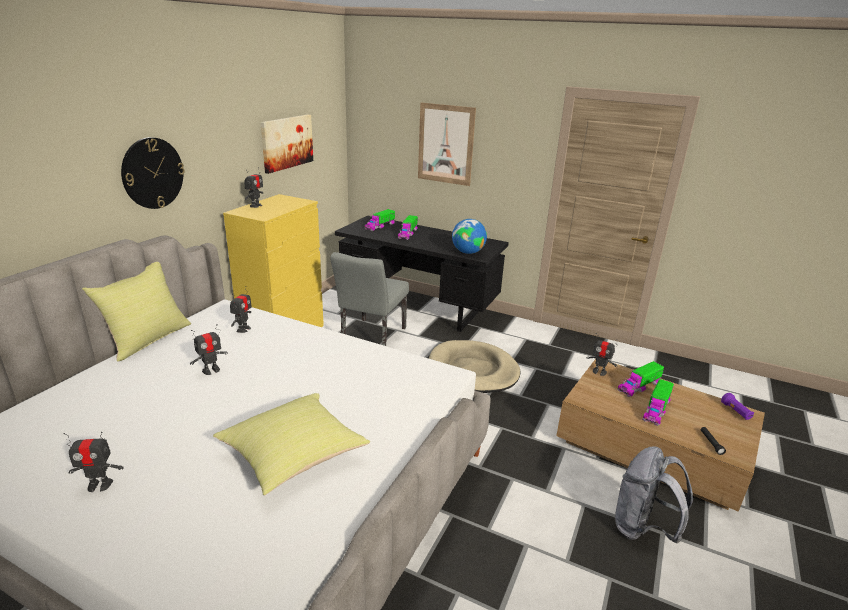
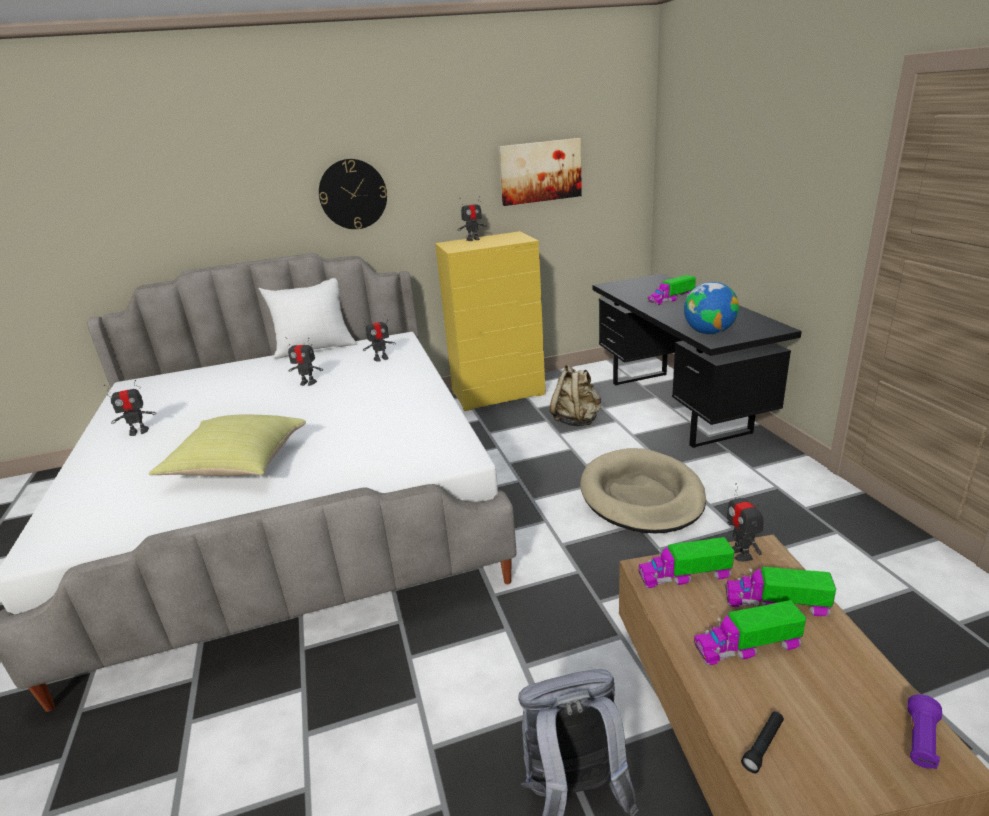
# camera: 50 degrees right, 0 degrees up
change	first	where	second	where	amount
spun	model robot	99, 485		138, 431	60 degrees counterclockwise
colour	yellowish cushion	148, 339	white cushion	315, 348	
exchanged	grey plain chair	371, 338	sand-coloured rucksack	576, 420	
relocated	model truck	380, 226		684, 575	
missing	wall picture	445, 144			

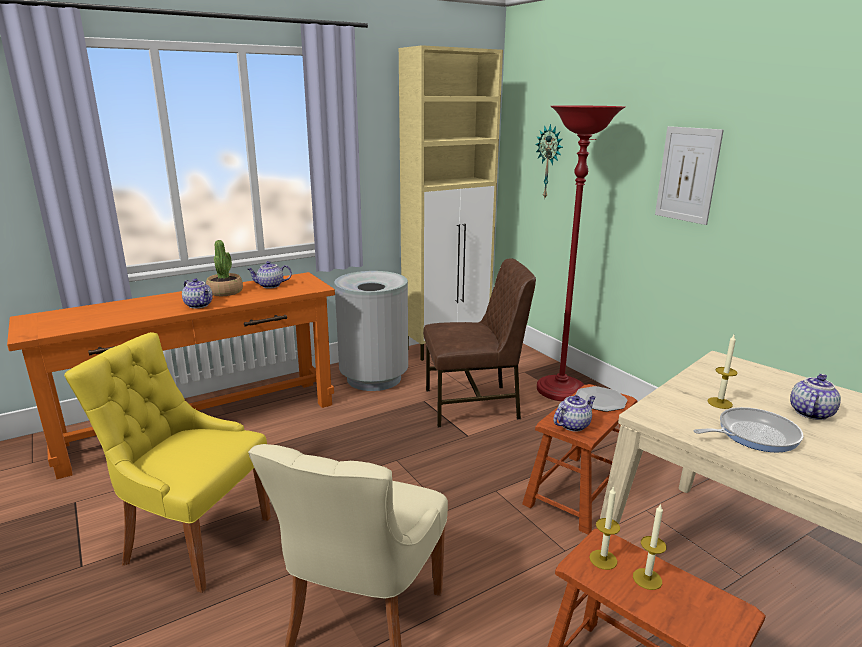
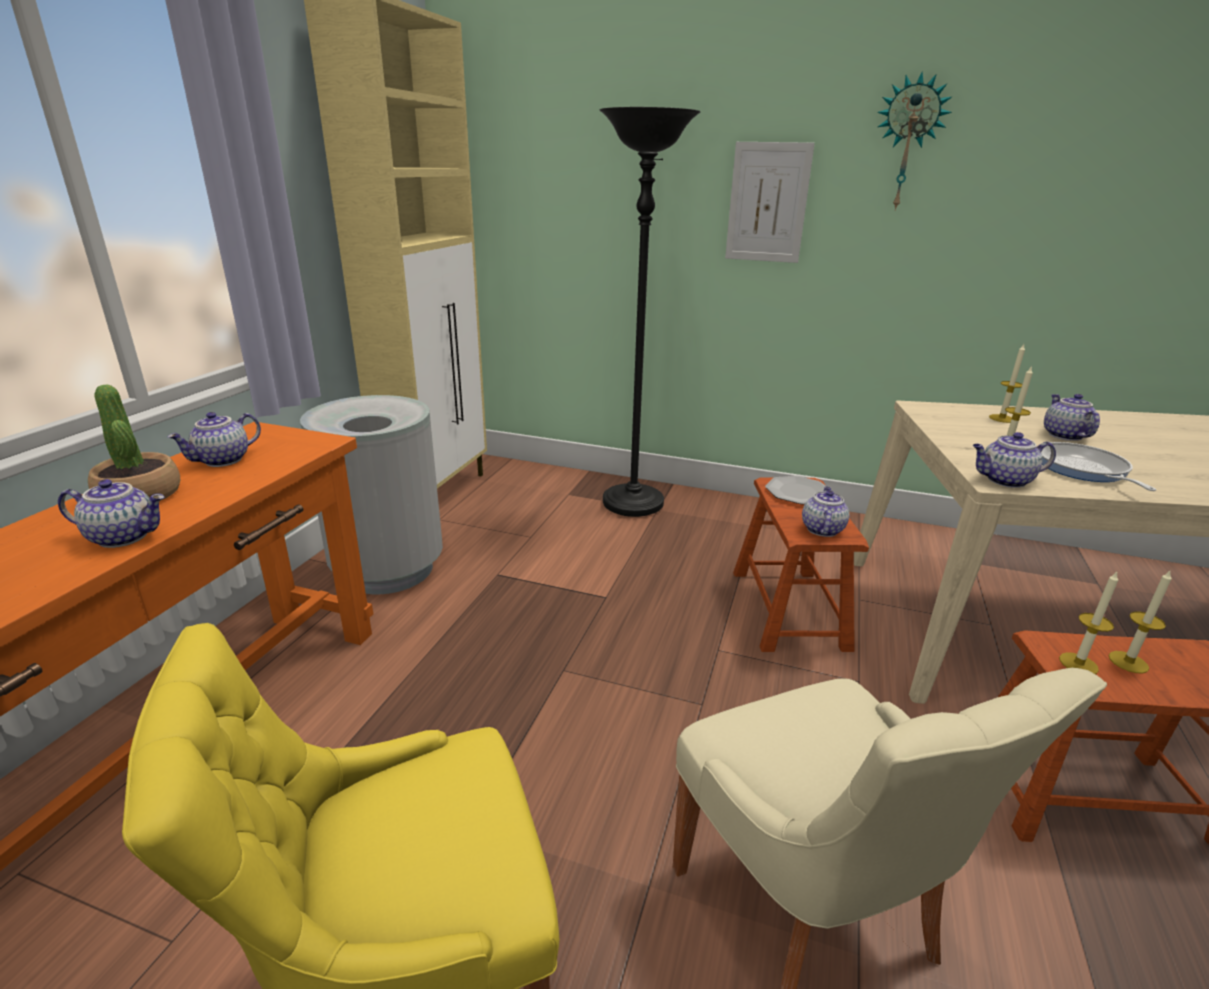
# camera: 40 degrees left, 5 degrees up
change	first	where	second	where	amount
missing	brown plain chair	473, 405			
relocated	clock on the wall	549, 162		907, 143	
colour	red-coloured floor lamp	560, 391	black-coloured floor lamp	633, 504	
spun	frying pan	753, 434		1083, 470	45 degrees counterclockwise
appeared			teapot	1004, 480	
appeared			wax light	1001, 418	

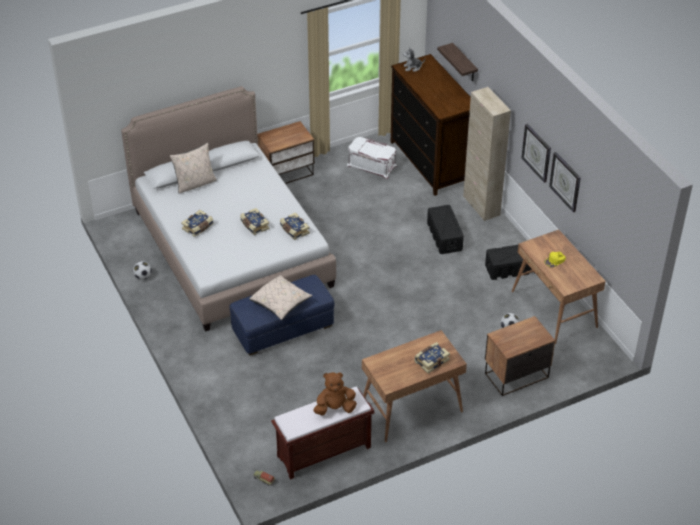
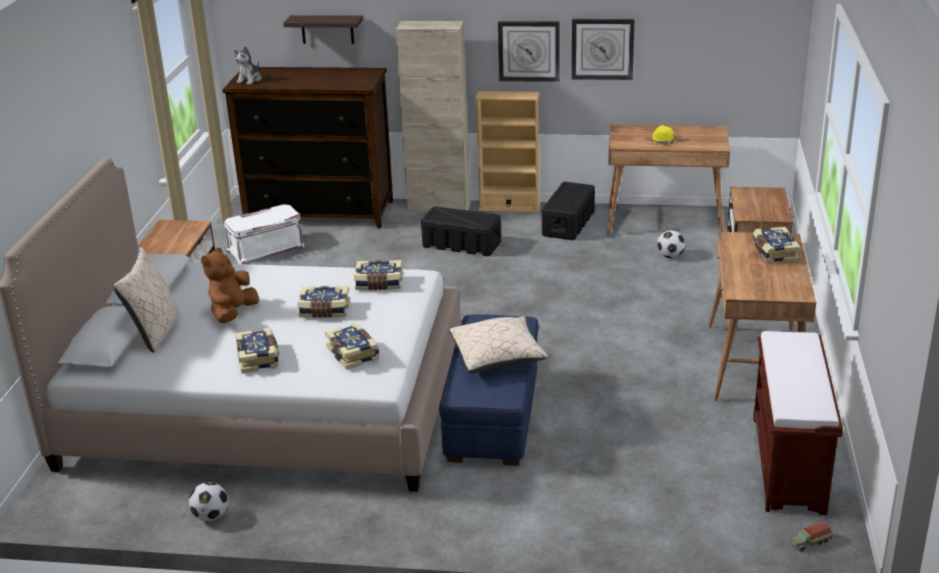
# camera: 55 degrees left, 15 degrees down
change	first	where	second	where	amount
relocated	brown plush toy	335, 408		233, 313	
appeared			bound book	354, 354	
appeared			sand-coloured bookshelf	509, 207	

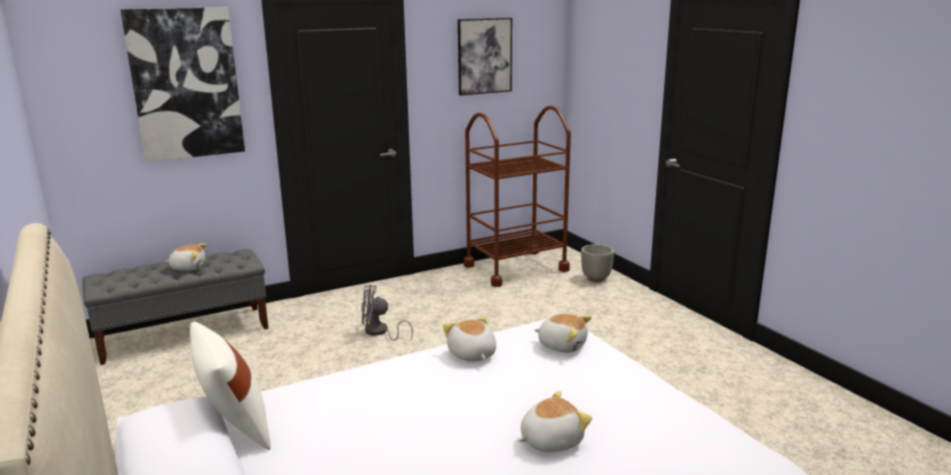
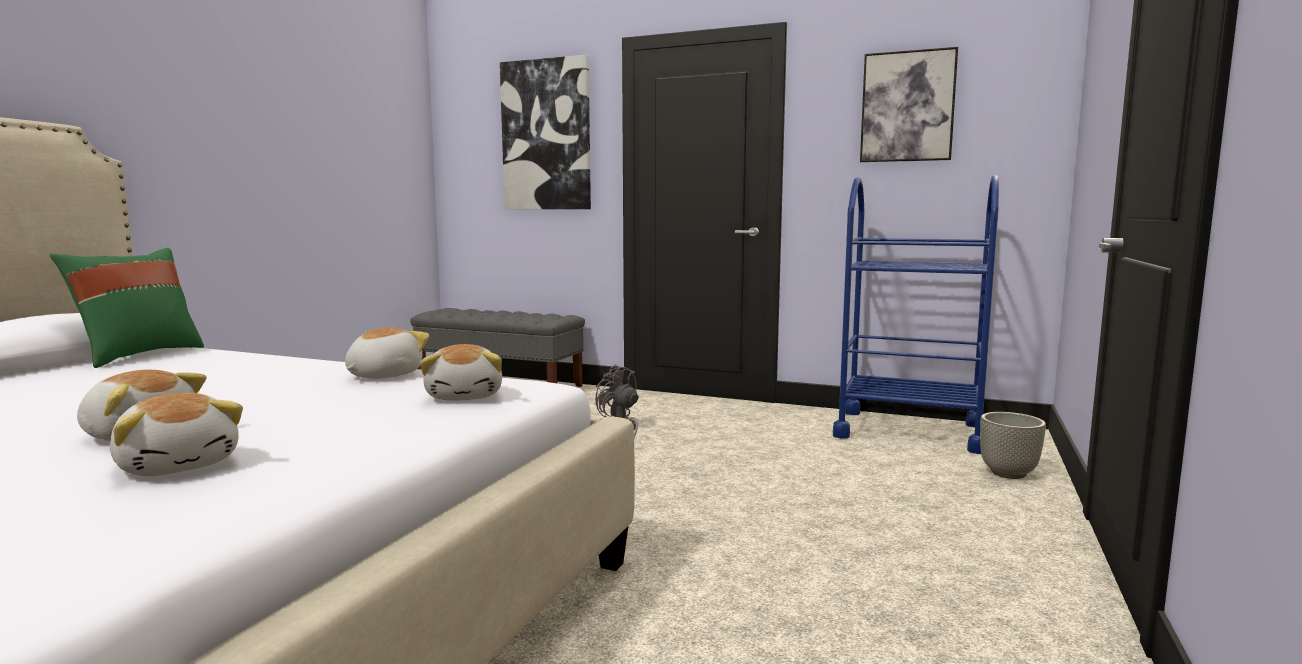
# camera: 50 degrees right, 10 degrees down
change	first	where	second	where	amount
relocated	plush toy	188, 267		180, 465	
colour	white cushion	235, 428	green cushion	138, 355	
colour	brown cart	515, 268	blue-coloured cart	909, 431	

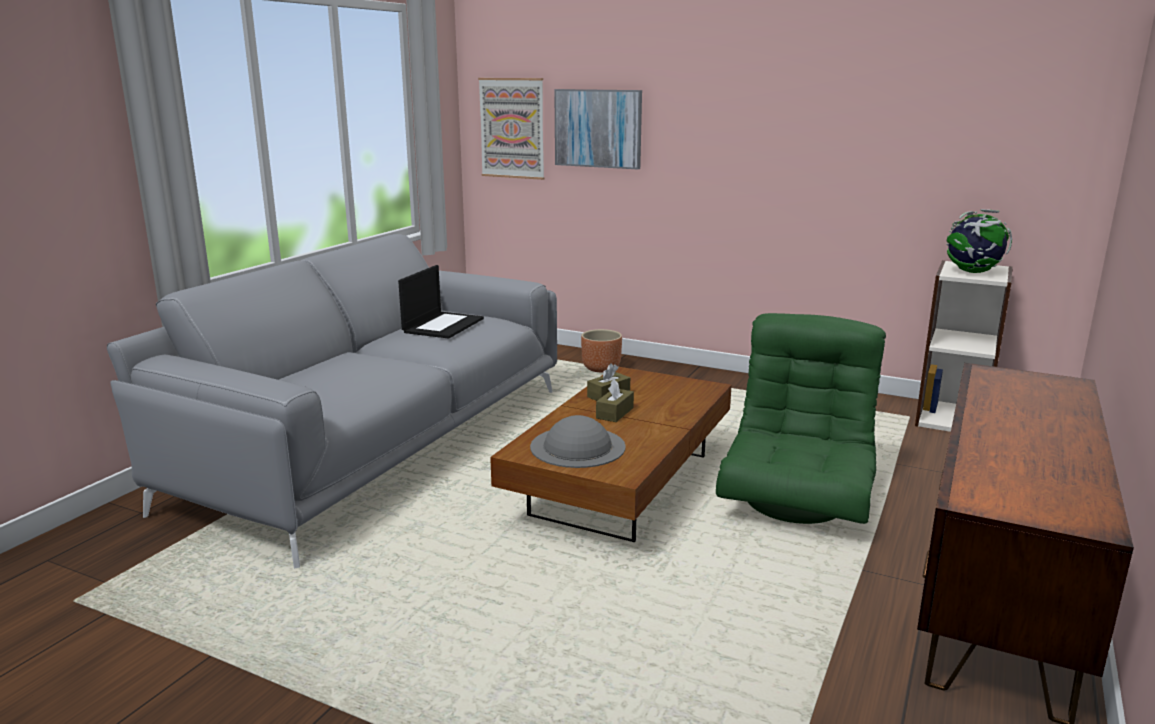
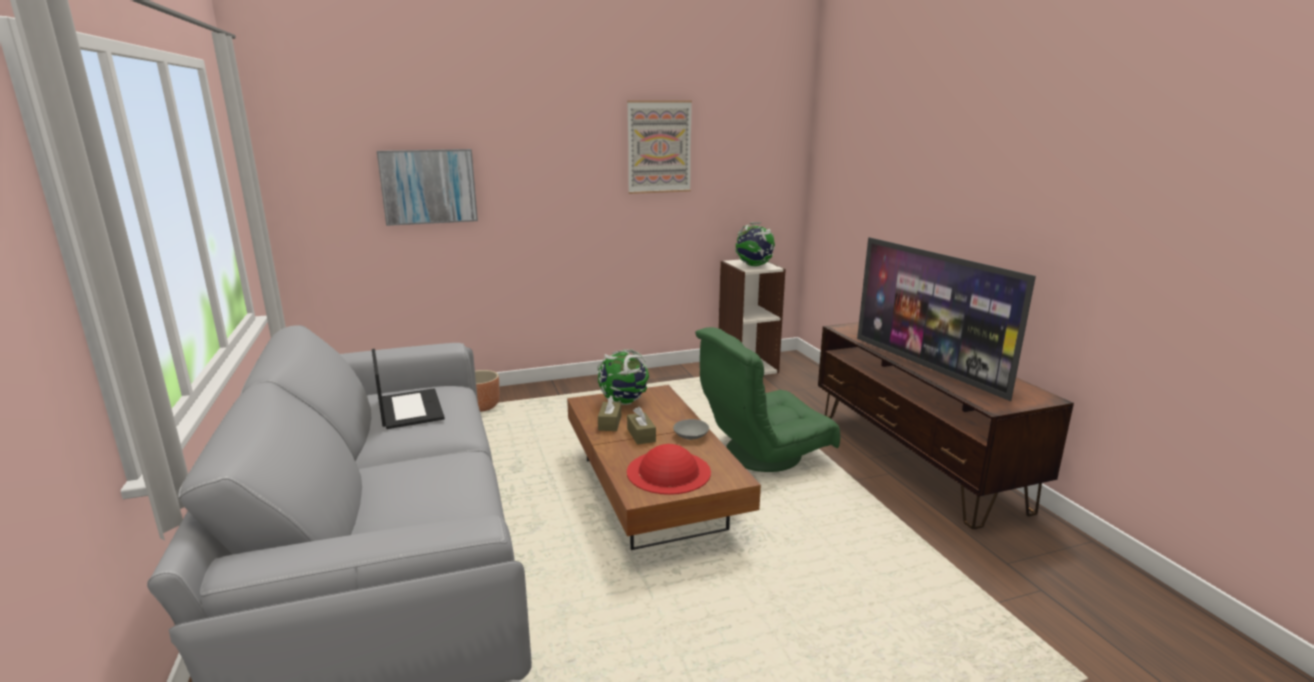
# camera: 45 degrees left, 0 degrees up
change	first	where	second	where	amount
relocated	wall picture	512, 128		659, 147	
colour	grey hat	578, 446	red-coloured hat	668, 471	
spun	green armchair	797, 501		762, 453	90 degrees counterclockwise
appeared			world globe	624, 402	
appeared			grey serving bowl	690, 436	
appeared			TV set	928, 366	

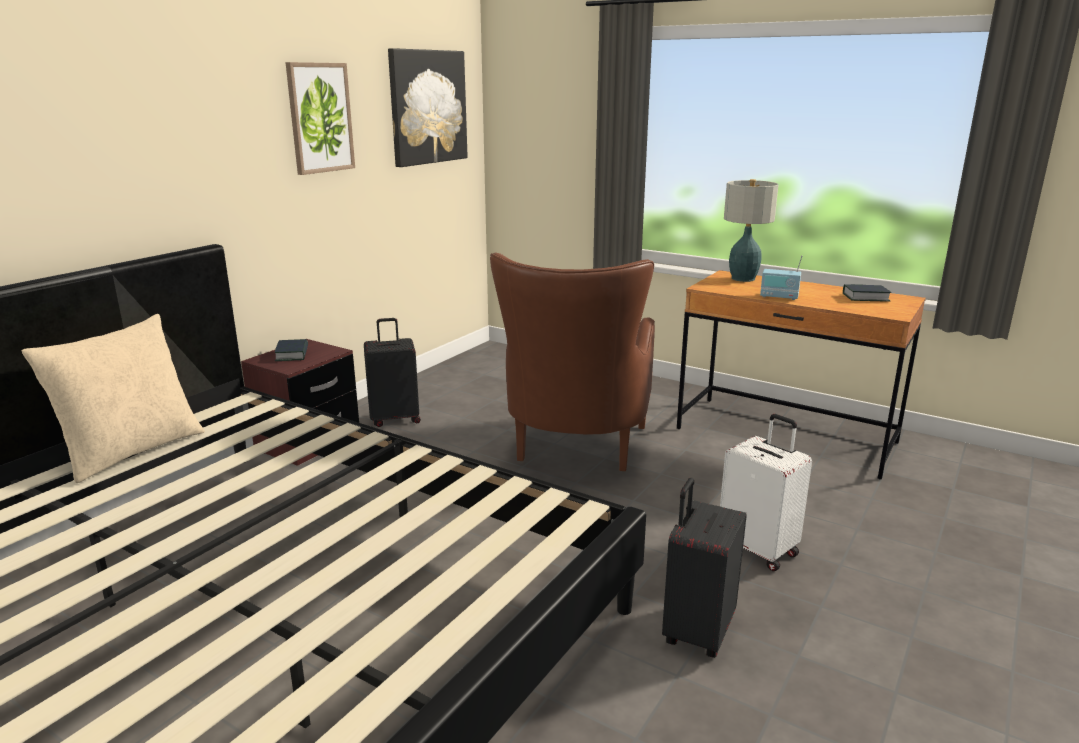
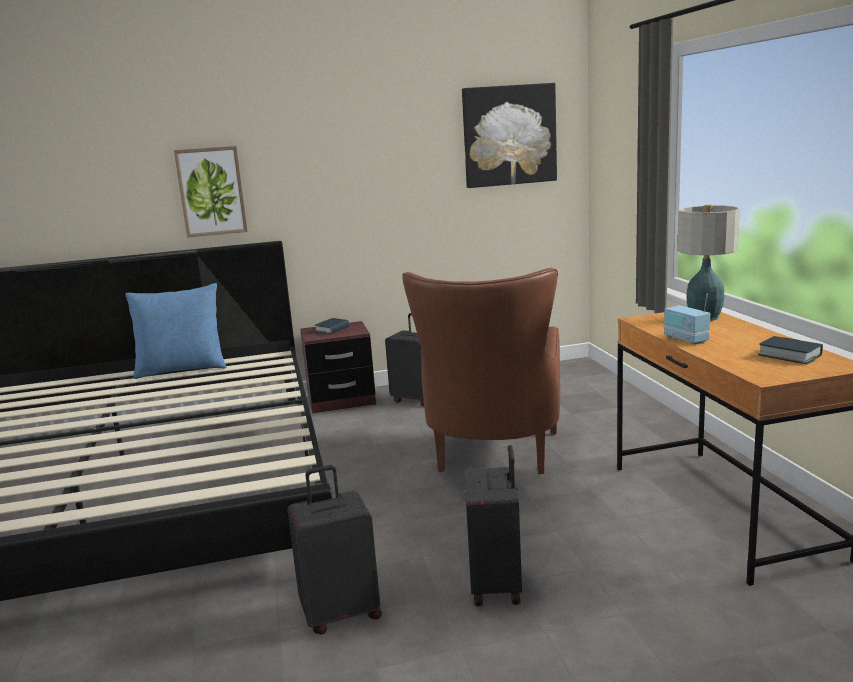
# camera: 45 degrees right, 5 degrees down
change	first	where	second	where	amount
colour	sand-coloured cushion	131, 451	blue-coloured cushion	182, 369	
relocated	wall picture	320, 118		211, 191	
spun	brown armchair	575, 453		493, 461	45 degrees counterclockwise
colour	white piece of luggage	759, 549	black-coloured piece of luggage	497, 586	

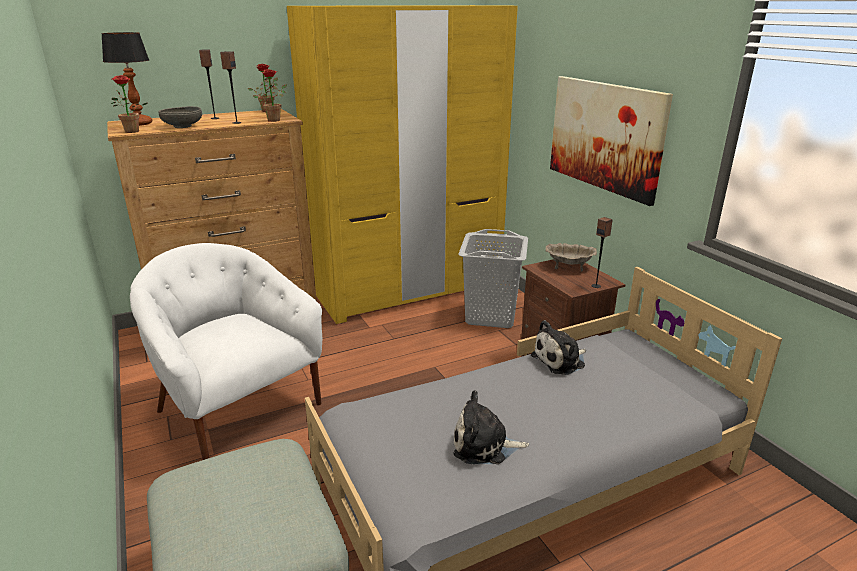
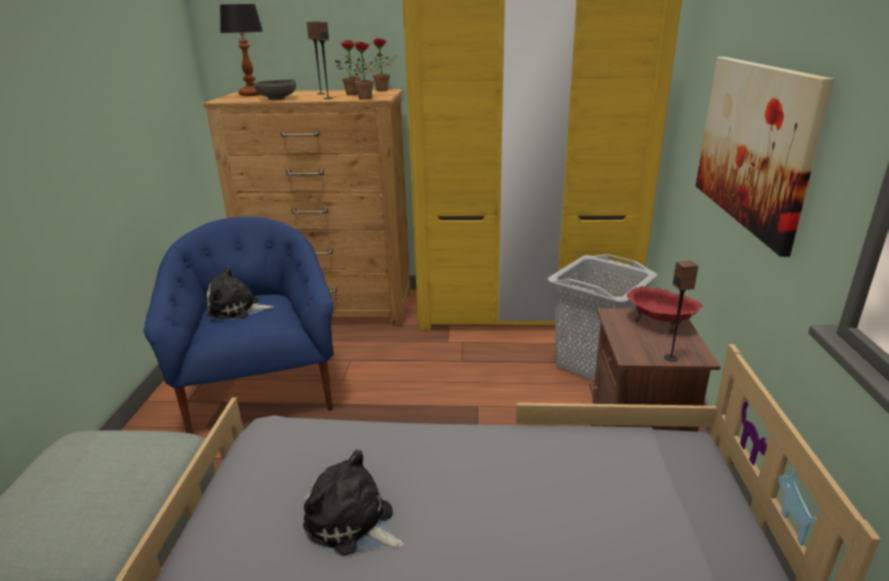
# camera: 30 degrees right, 0 degrees up
change	first	where	second	where	amount
relocated	houseplant	131, 132		351, 94	
colour	white armchair	237, 407	blue-coloured armchair	261, 389	
relocated	plush toy	561, 360		237, 309	
colour	sand-coloured serving bowl	569, 266	red-coloured serving bowl	660, 322	

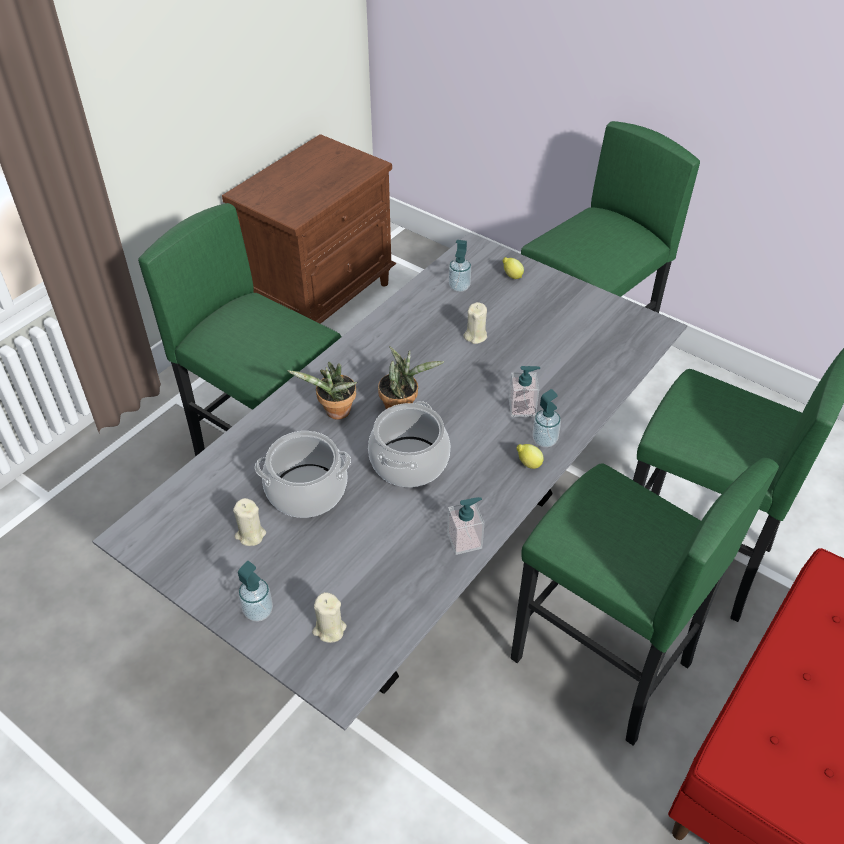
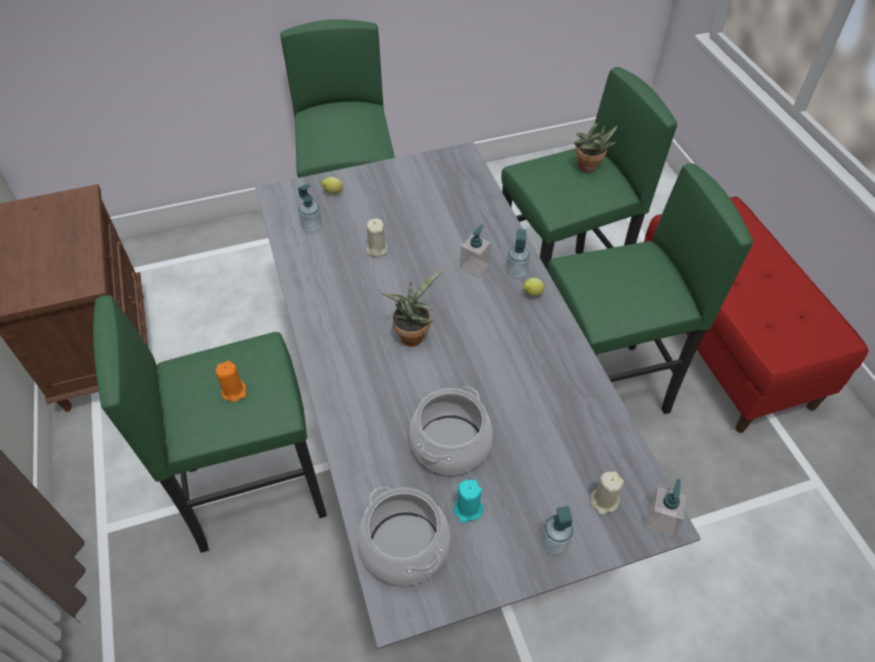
# camera: 55 degrees left, 5 degrees up
change	first	where	second	where	amount
colour	sand-coloured wax light	250, 535	turquoise-coloured wax light	468, 509	
relocated	houseplant	335, 413		588, 169	
relocated	saucepot	409, 462		405, 546	
relocated	soap dispenser	465, 540		661, 520	
appeared			orangey wax light	234, 391	

